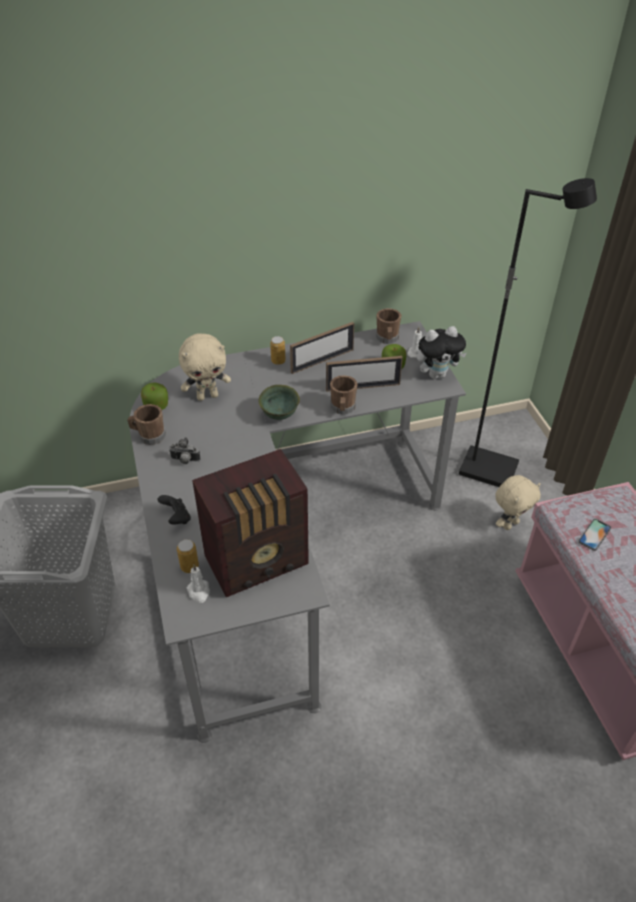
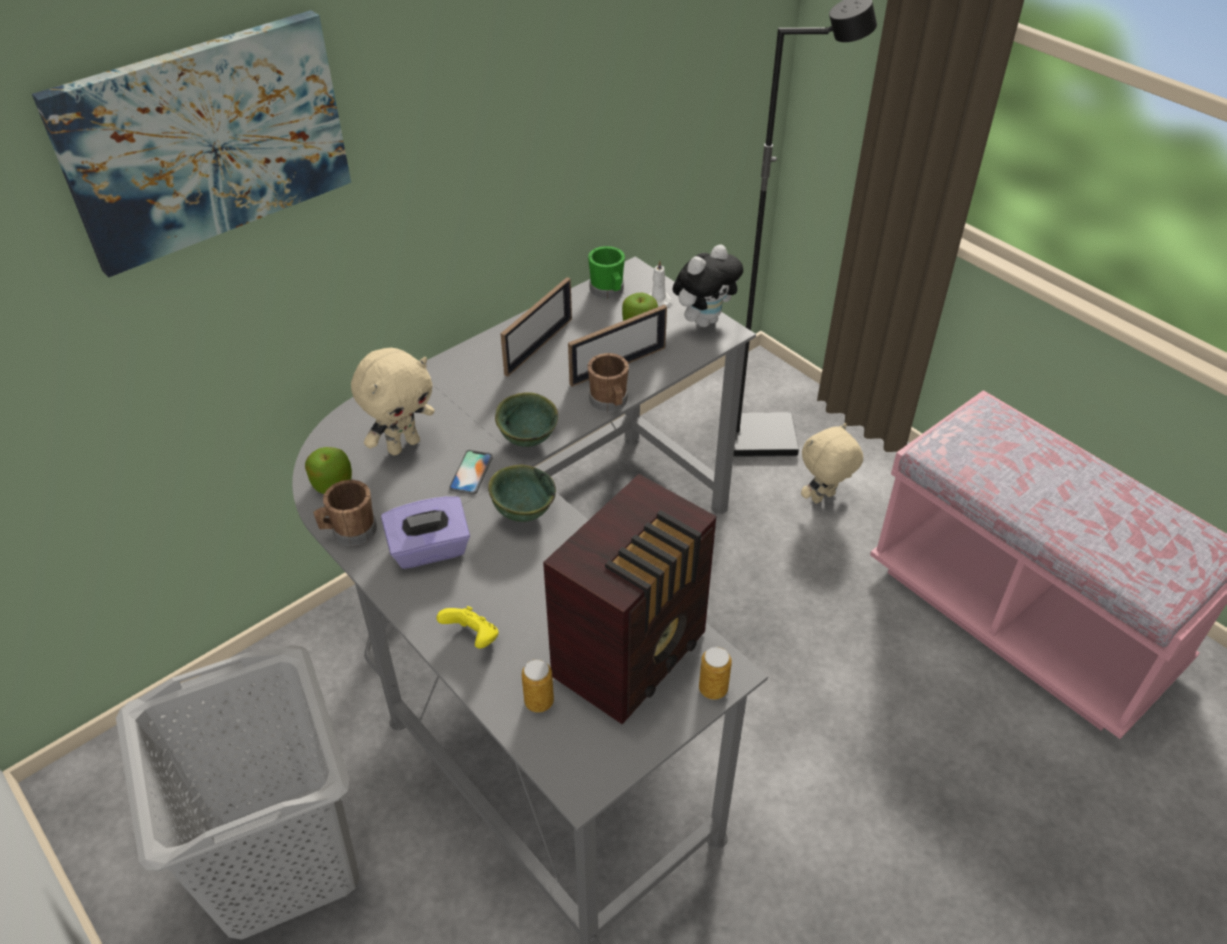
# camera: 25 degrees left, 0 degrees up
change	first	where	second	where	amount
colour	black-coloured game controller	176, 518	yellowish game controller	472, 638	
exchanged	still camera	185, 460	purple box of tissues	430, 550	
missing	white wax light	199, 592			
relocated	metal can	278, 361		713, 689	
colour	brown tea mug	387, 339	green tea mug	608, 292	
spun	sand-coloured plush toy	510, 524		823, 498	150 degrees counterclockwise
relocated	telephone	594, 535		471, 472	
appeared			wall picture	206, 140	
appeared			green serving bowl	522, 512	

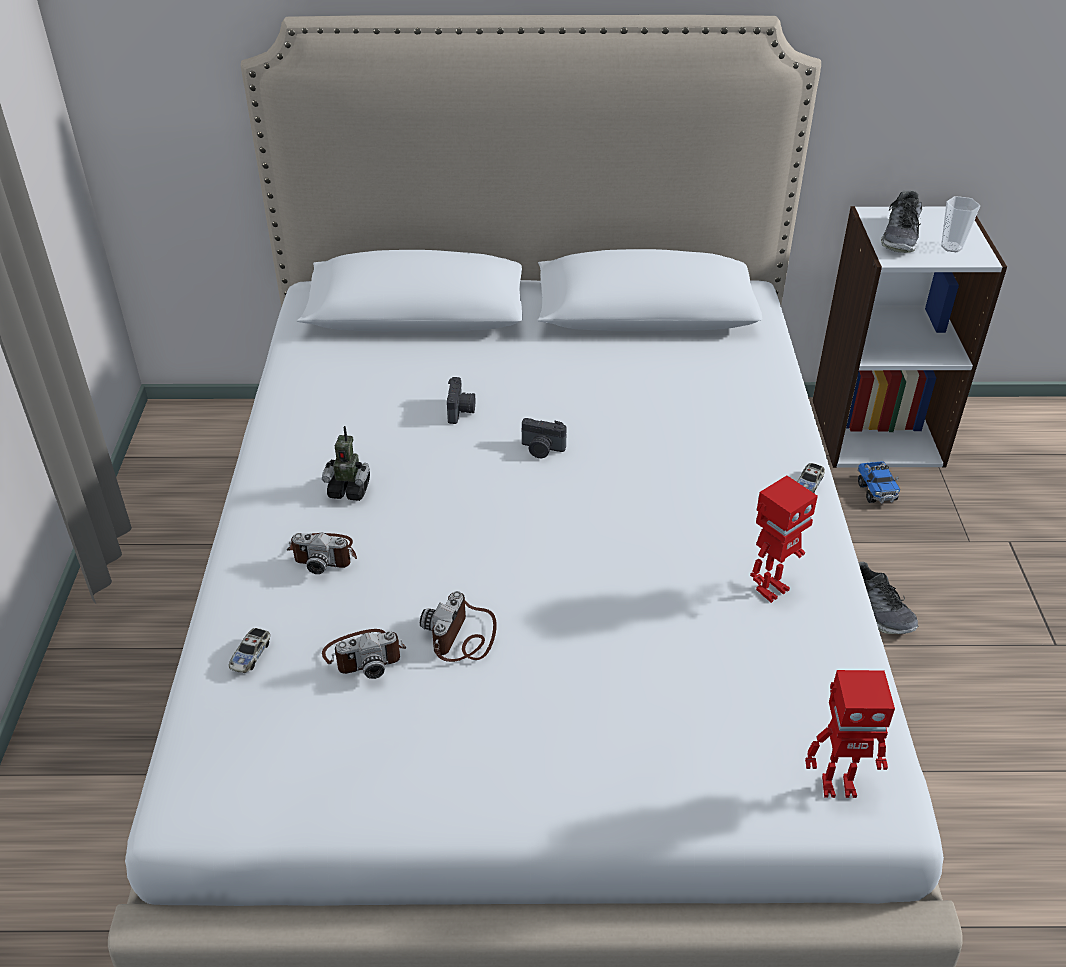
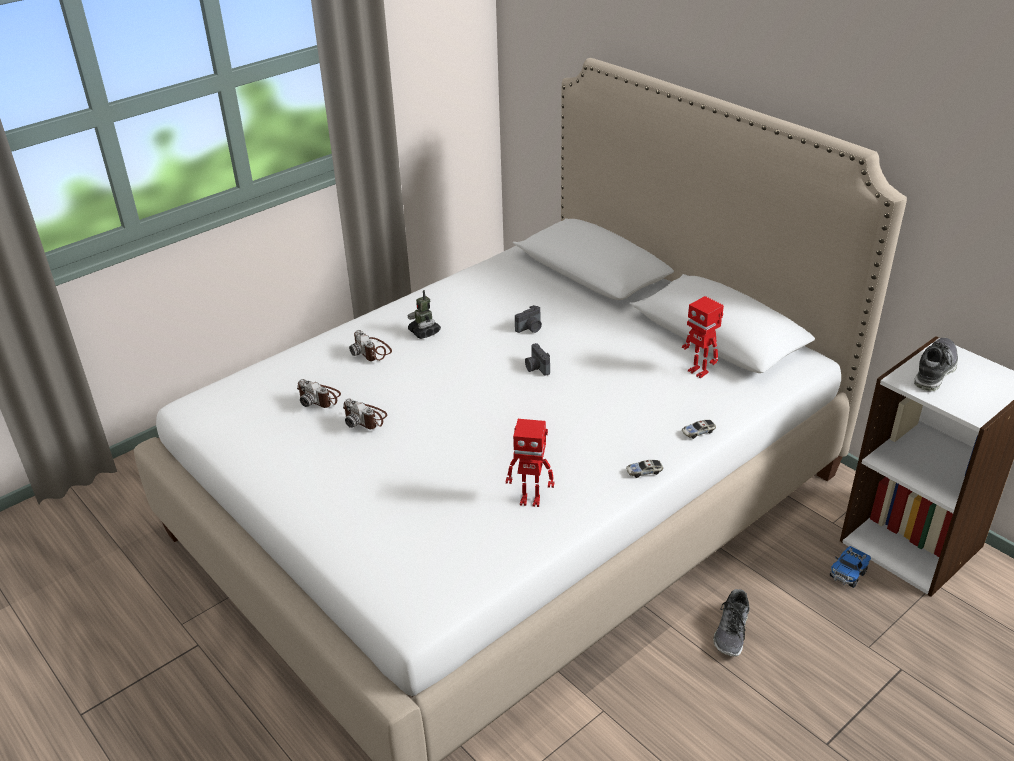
# camera: 50 degrees right, 5 degrees down
change	first	where	second	where	amount
relocated	miniature car	251, 655		698, 432	
spun	still camera	463, 636		365, 418	120 degrees counterclockwise
relocated	model robot	837, 785		699, 371	
spun	shoe	900, 237		934, 371	150 degrees clockwise
missing	cup	951, 247			

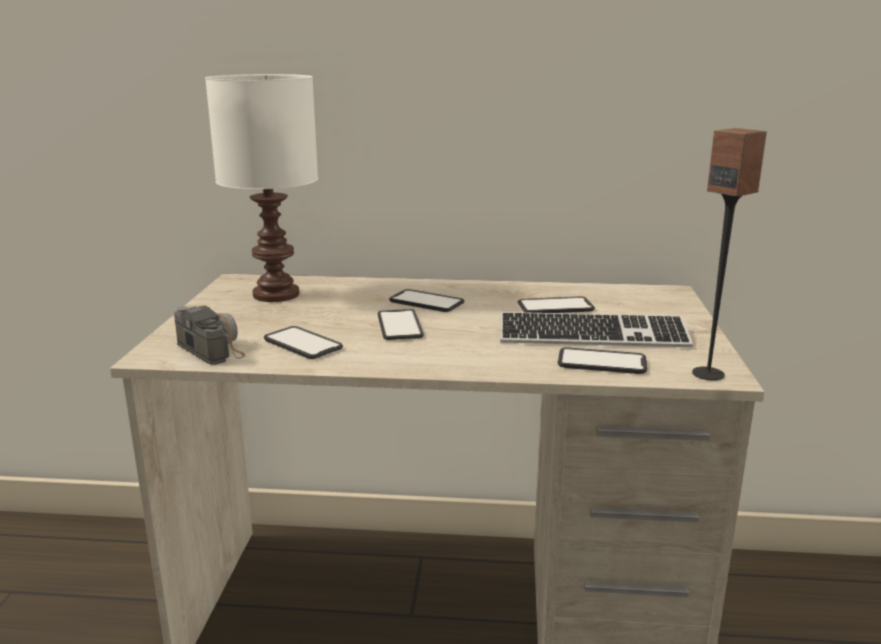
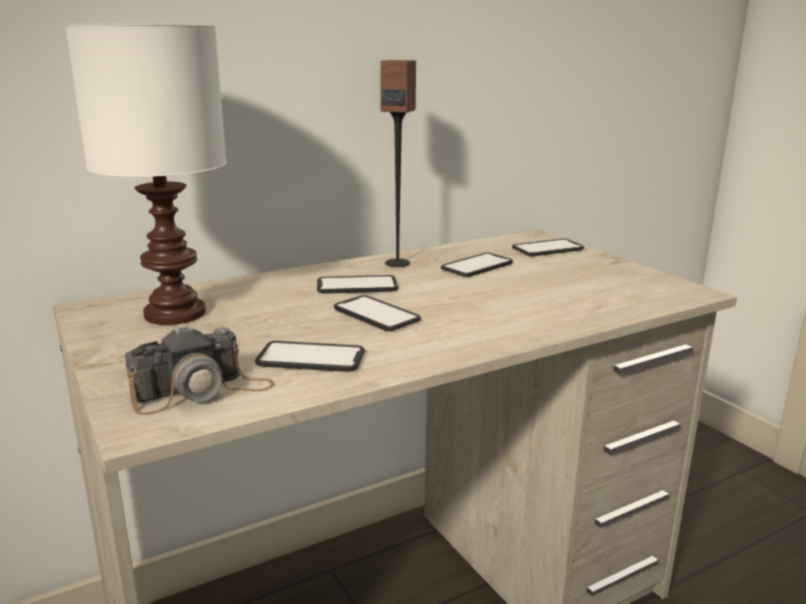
# camera: 35 degrees left, 0 degrees up
change	first	where	second	where	amount
spun	still camera	210, 346		202, 391	135 degrees clockwise
missing	PC keyboard	592, 335			
relocated	telephone	602, 362		547, 249	
relocated	loudspeaker	708, 374		397, 263	

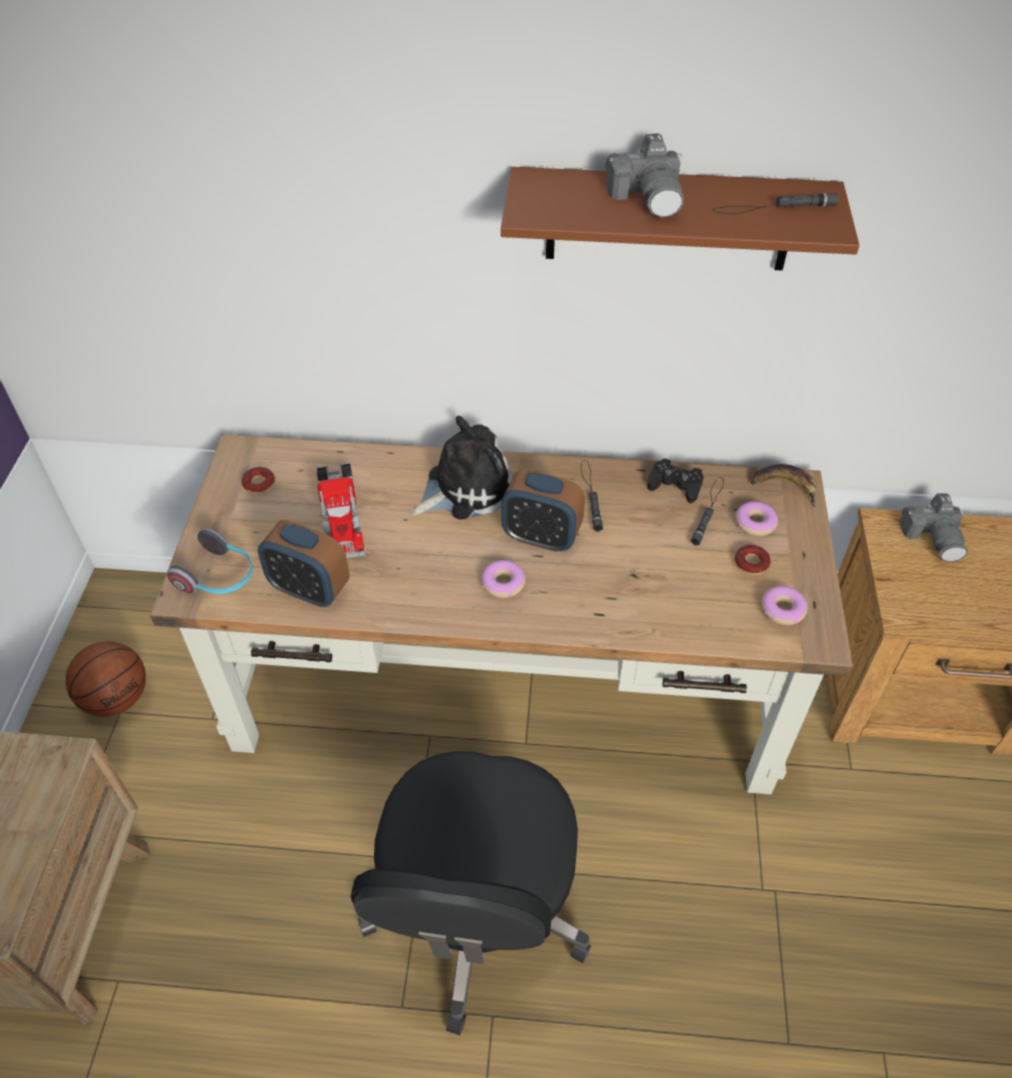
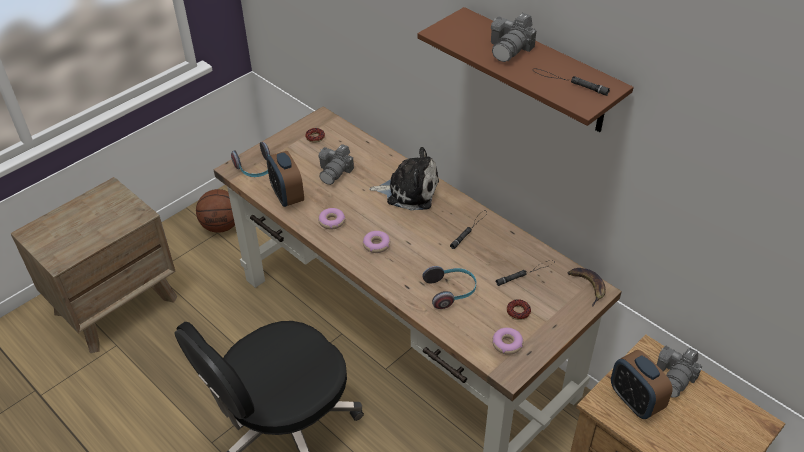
# camera: 40 degrees right, 5 degrees down
change	first	where	second	where	amount
exchanged	model truck	340, 516	still camera	335, 171	
relocated	alarm clock	541, 537		635, 401	
missing	black-coloured game controller	675, 485			
relocated	doughnut	755, 523		332, 222	
appeared			pair of headphones	451, 292	

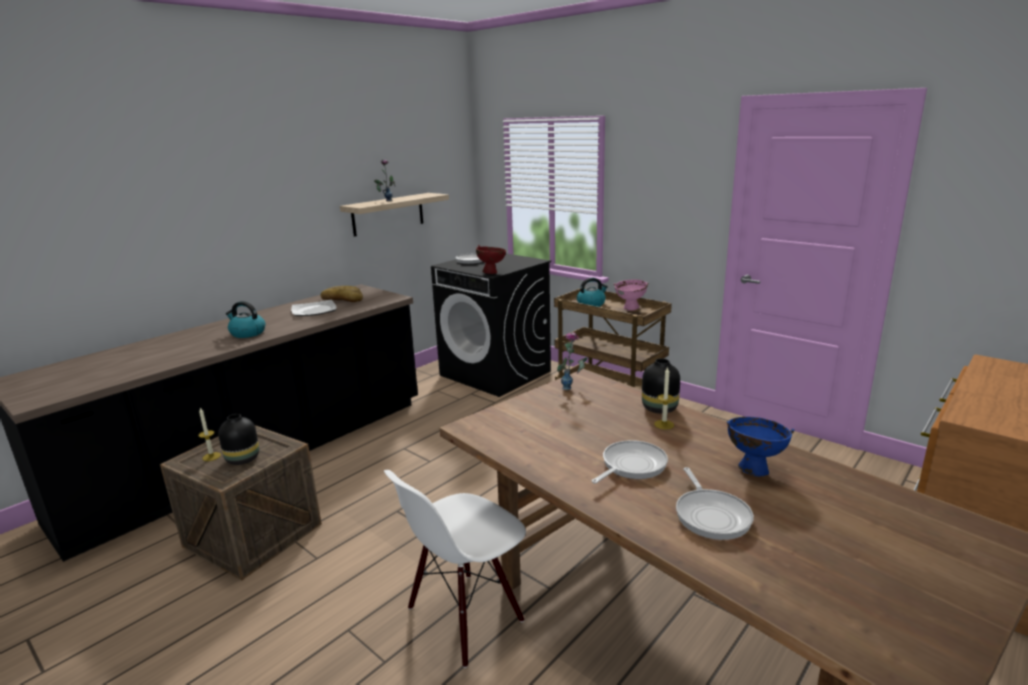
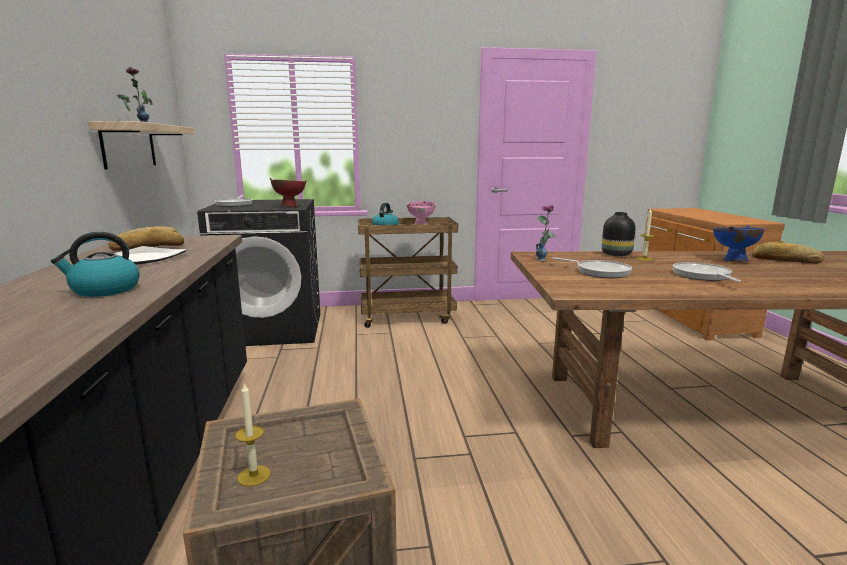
# camera: 50 degrees left, 5 degrees down
change	first	where	second	where	amount
missing	black-coloured flower vase	243, 458			
missing	white plain chair	465, 616			
relocated	frying pan	711, 515		599, 272	
appeared			baked bread	786, 260	

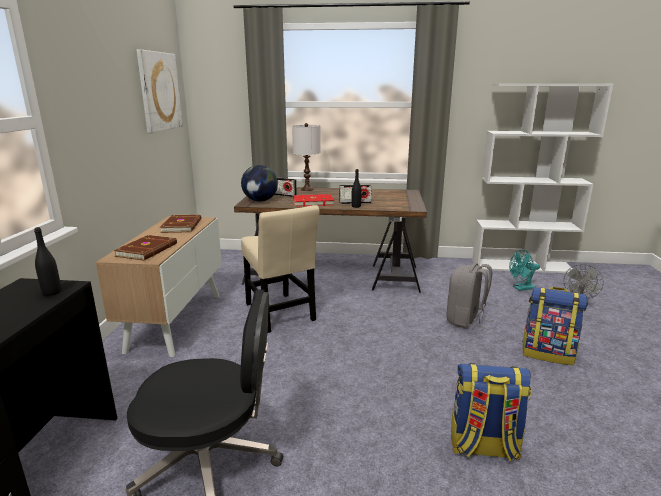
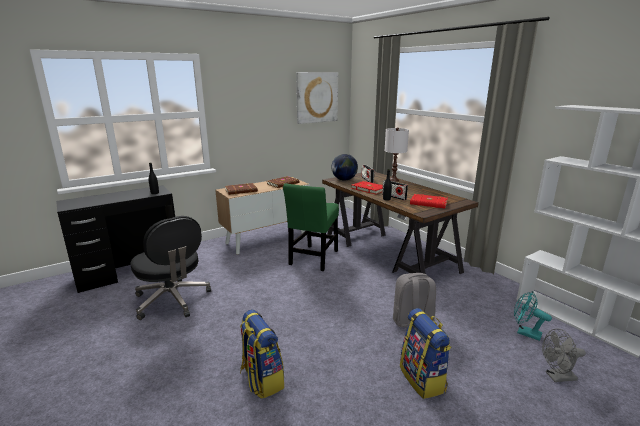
# camera: 50 degrees right, 0 degrees up
change	first	where	second	where	amount
colour	sand-coloured plain chair	280, 314	green plain chair	313, 259	
appeared			red-coloured bound book	428, 203	

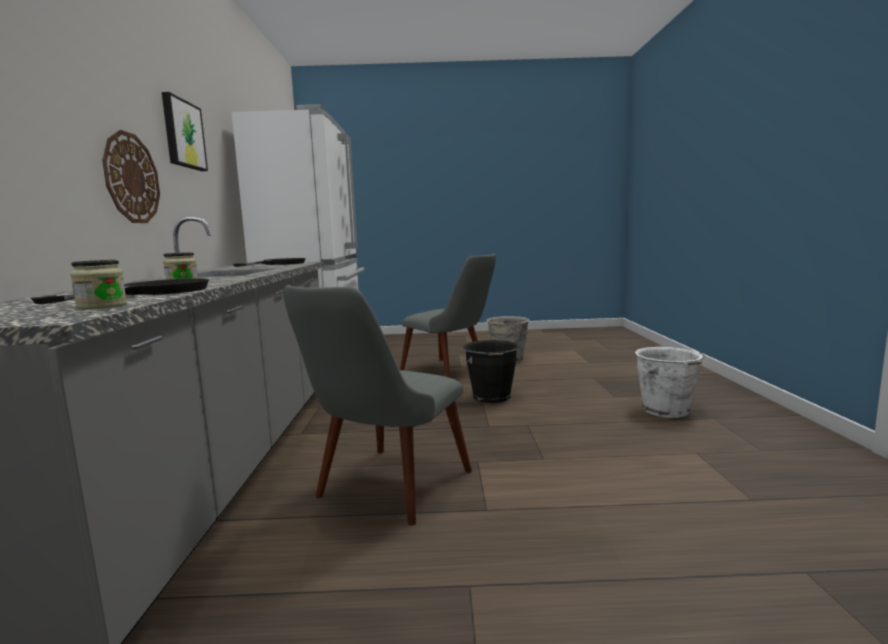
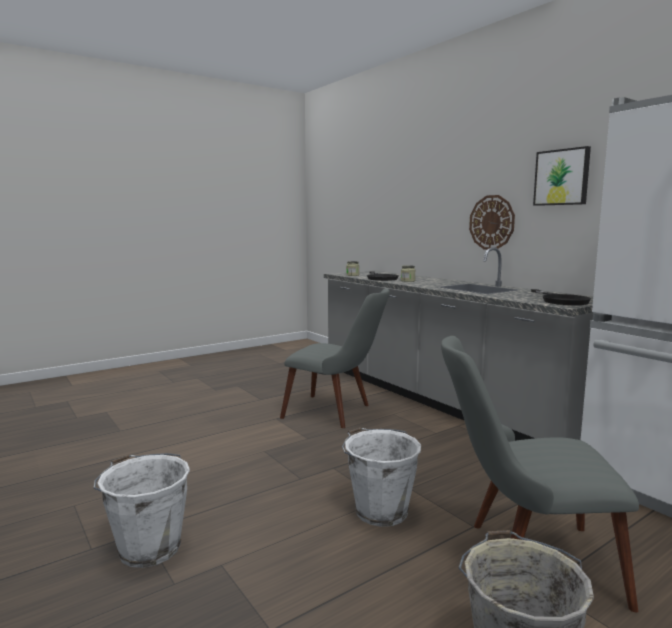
# camera: 145 degrees right, 0 degrees up
change	first	where	second	where	amount
spun	grey plain chair	384, 492		337, 412	120 degrees clockwise
colour	black-coloured pail	491, 397	white pail	380, 510	

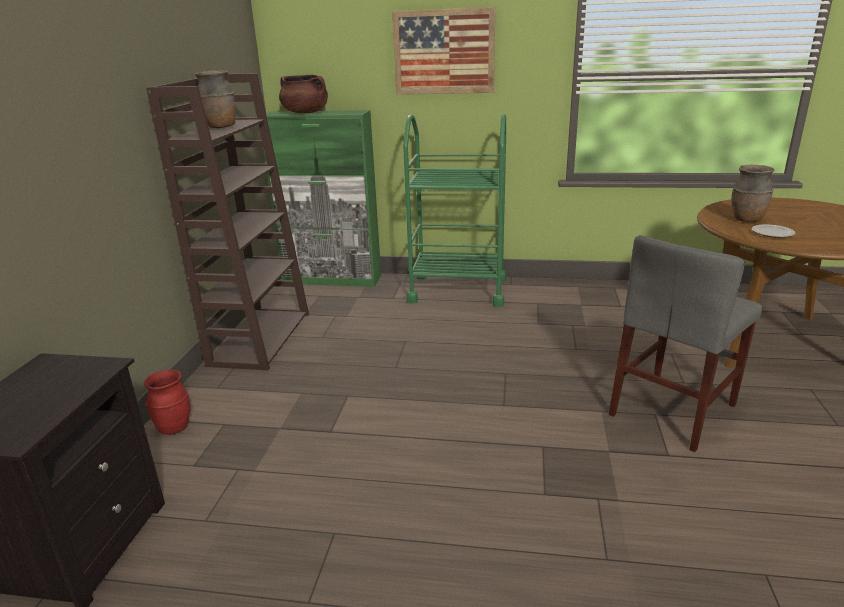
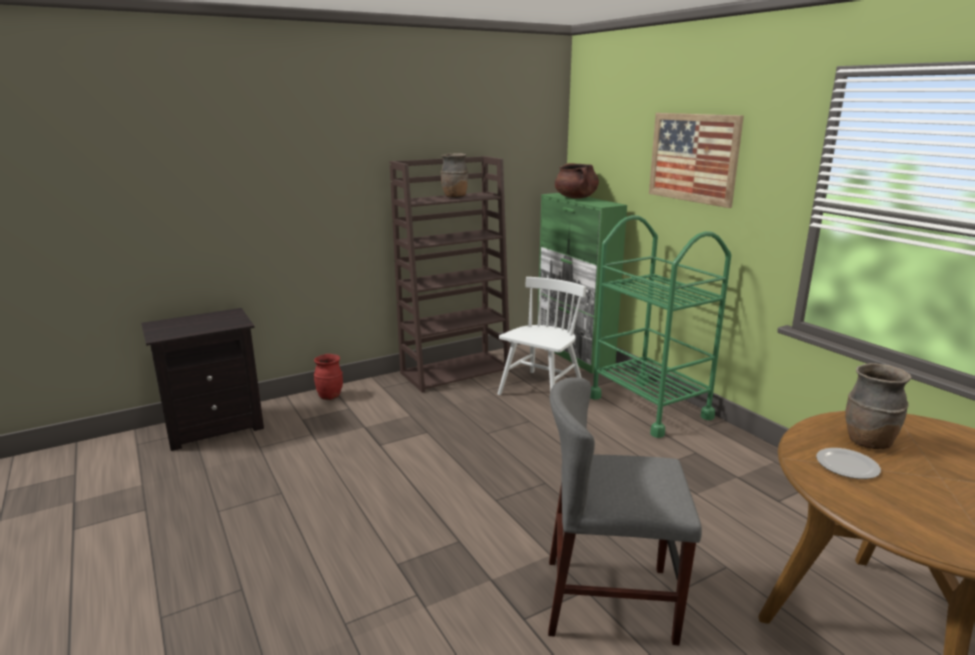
# camera: 50 degrees right, 5 degrees down
change	first	where	second	where	amount
appeared			white plain chair	541, 390	

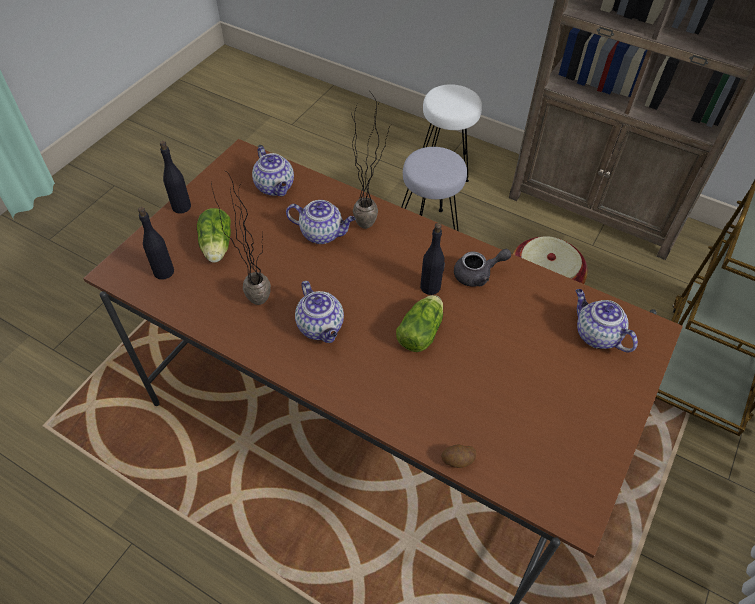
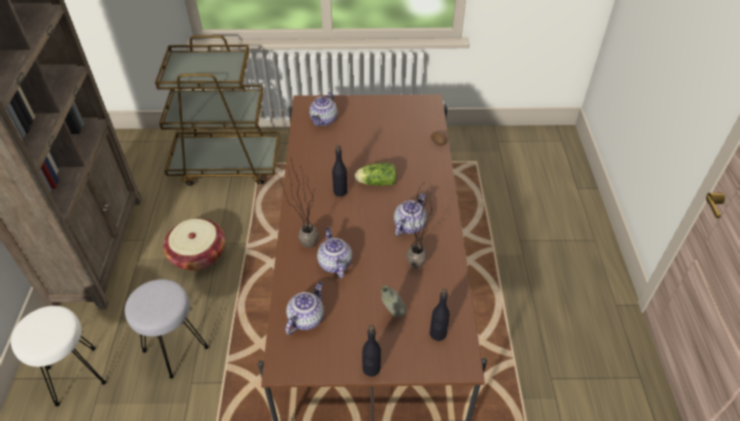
# camera: 120 degrees left, 5 degrees down
change	first	where	second	where	amount
exchanged	lettuce	216, 247	grey drink bottle	392, 316	
missing	grey teapot	477, 275			

